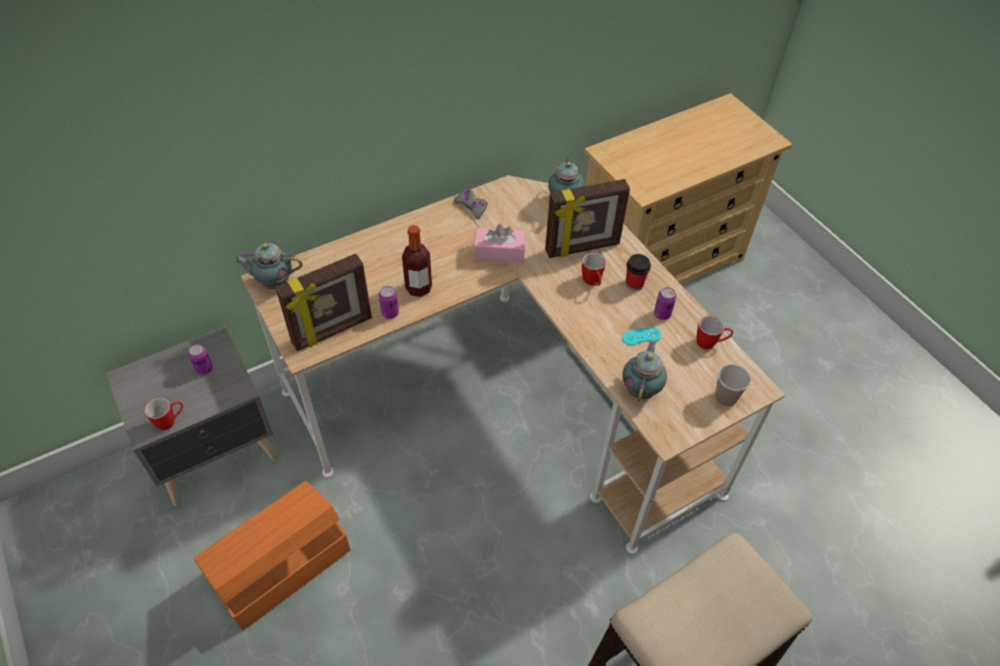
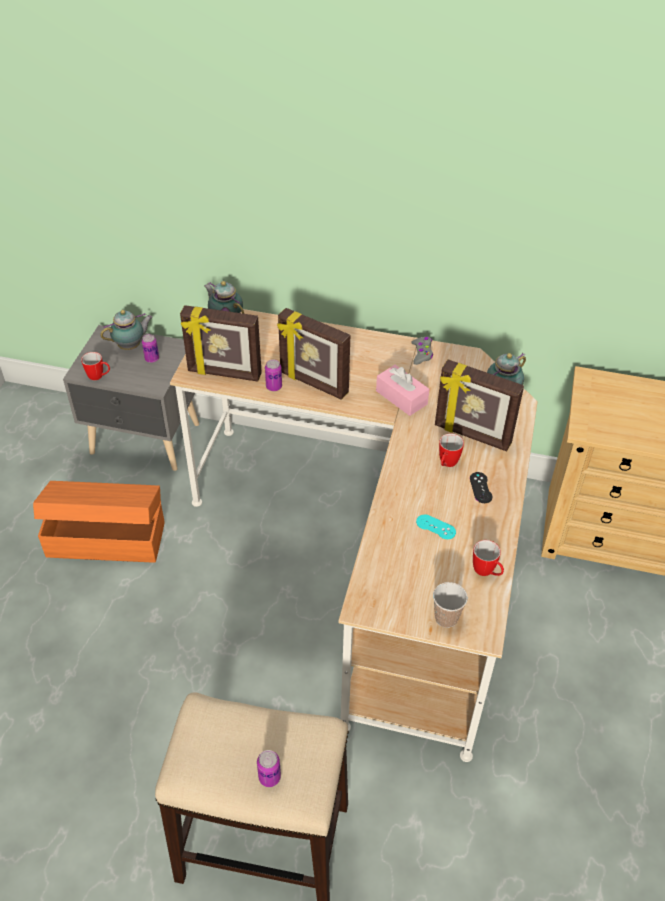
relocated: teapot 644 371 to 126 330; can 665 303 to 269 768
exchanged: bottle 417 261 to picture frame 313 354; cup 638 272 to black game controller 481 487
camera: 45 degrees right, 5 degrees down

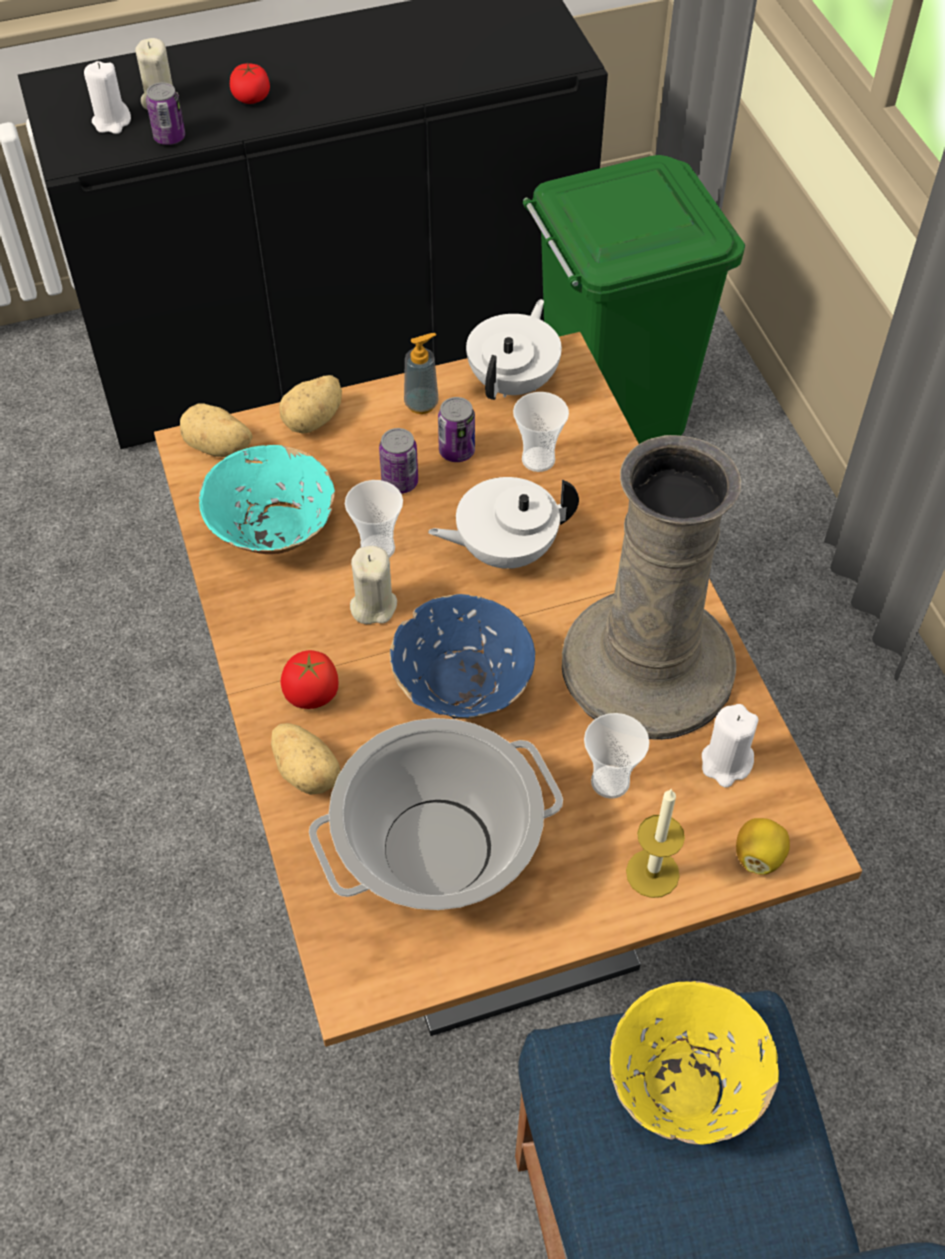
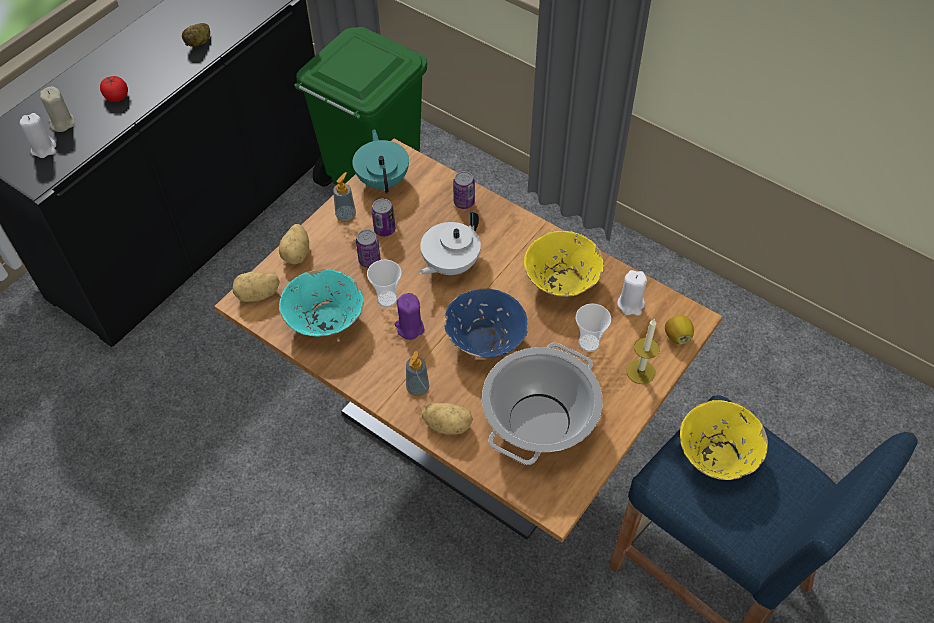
missing: cup 541 432
appeared: potato 196 35
relocated: can 165 113 to 464 190
exchanged: tomato 309 679 to soap dispenser 417 373; beige vase 651 587 to yellow bowl 564 264
colour: beige candle 373 585 to purple candle 410 316; white teapot 514 349 to turquoise teapot 380 162
camera: 35 degrees left, 0 degrees up

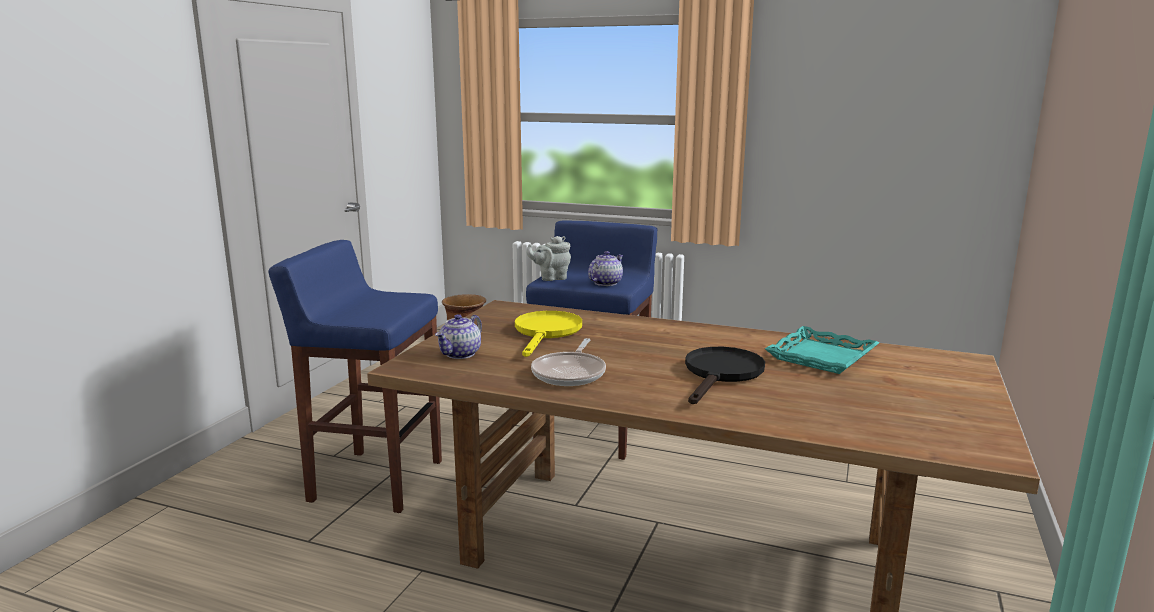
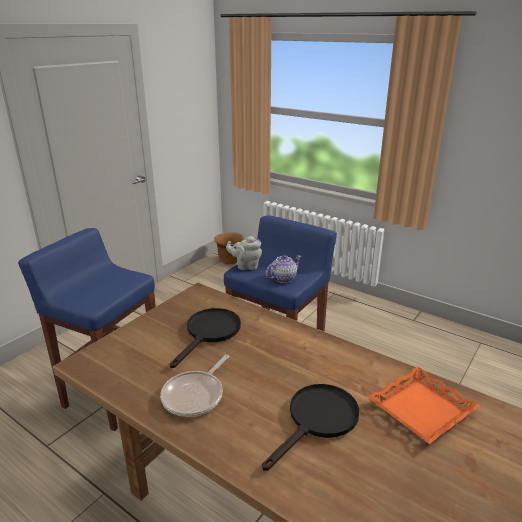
missing: teapot 458 336
colour: yellow frying pan 548 334 to black frying pan 205 338; turquoise tray 822 350 to orange tray 424 405
camera: 15 degrees right, 10 degrees up

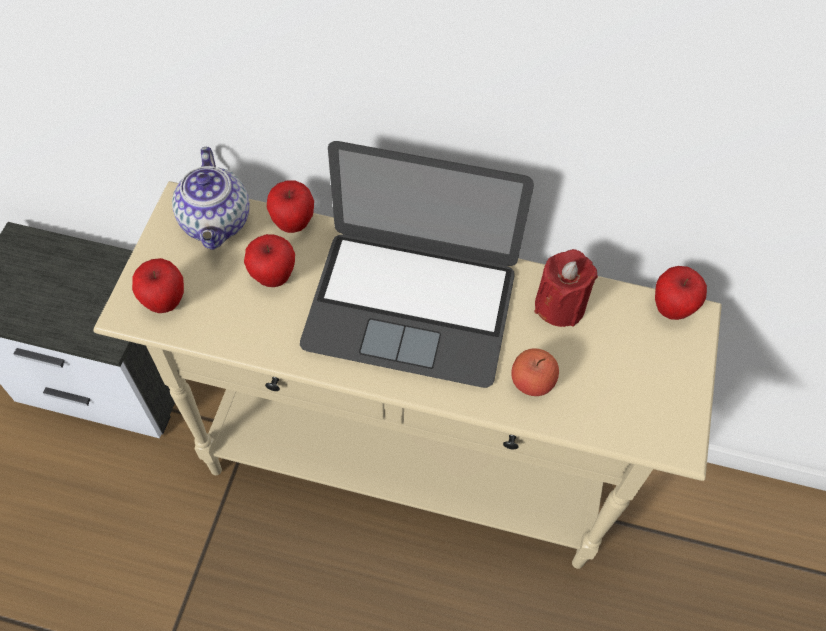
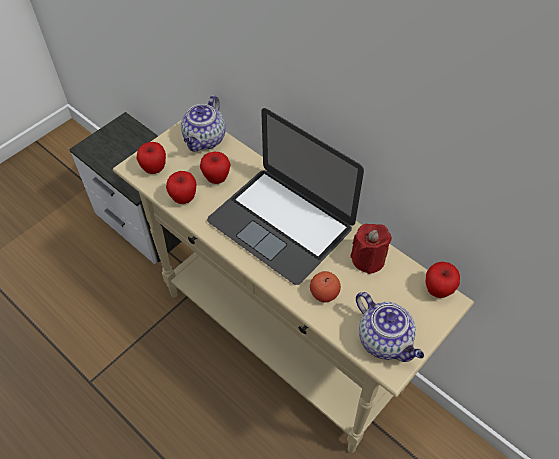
appeared: teapot 390 327
relocated: apple 290 207 to 181 187
camera: 30 degrees right, 5 degrees down

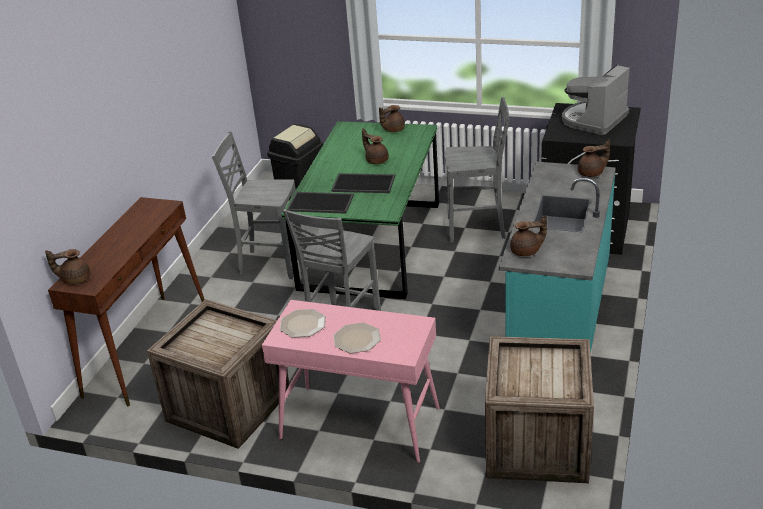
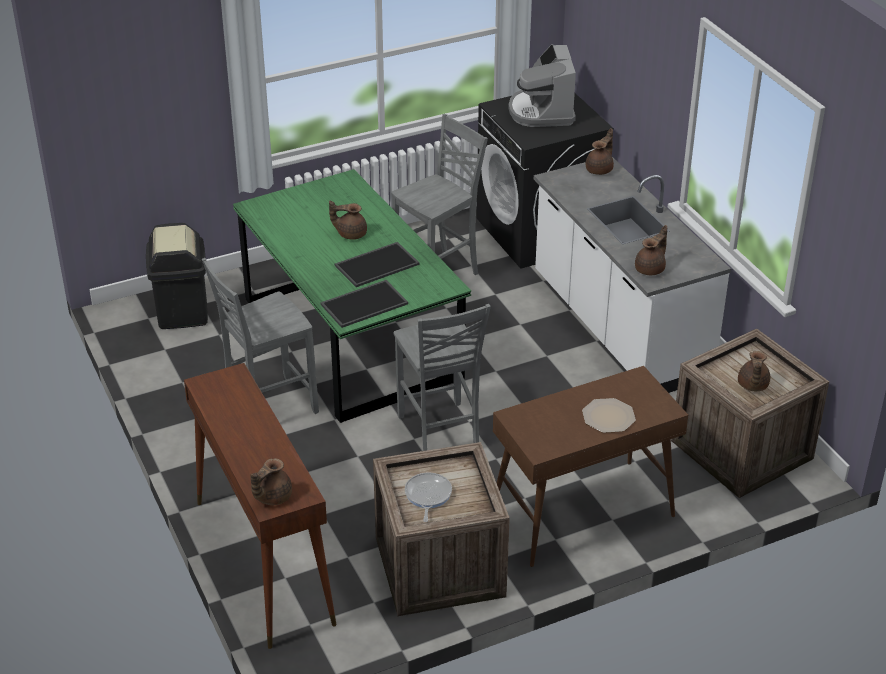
missing: plate 303 323
appeared: frying pan 428 497
relocated: brown teapot 392 118 to 754 371
colour: pink console table 351 381 to brown console table 590 466; turquoise counter 557 257 to white counter 632 275
camera: 45 degrees left, 5 degrees up

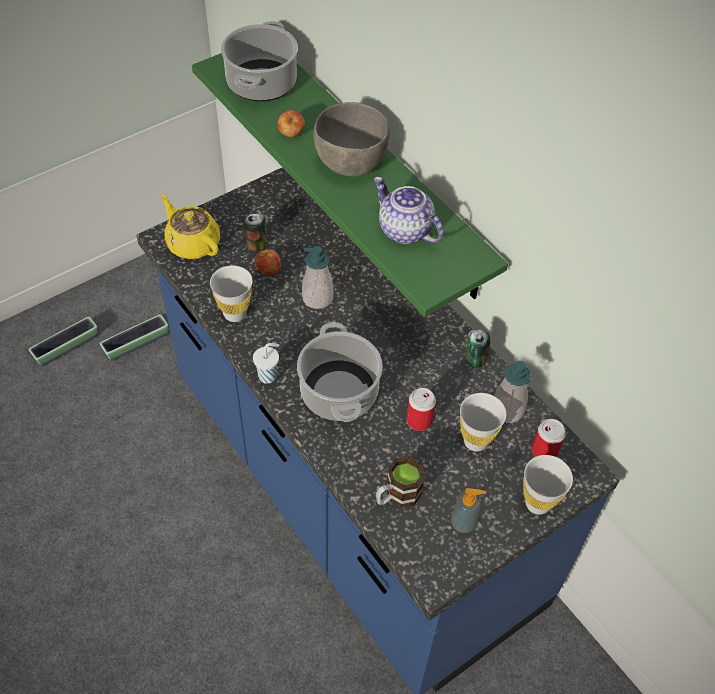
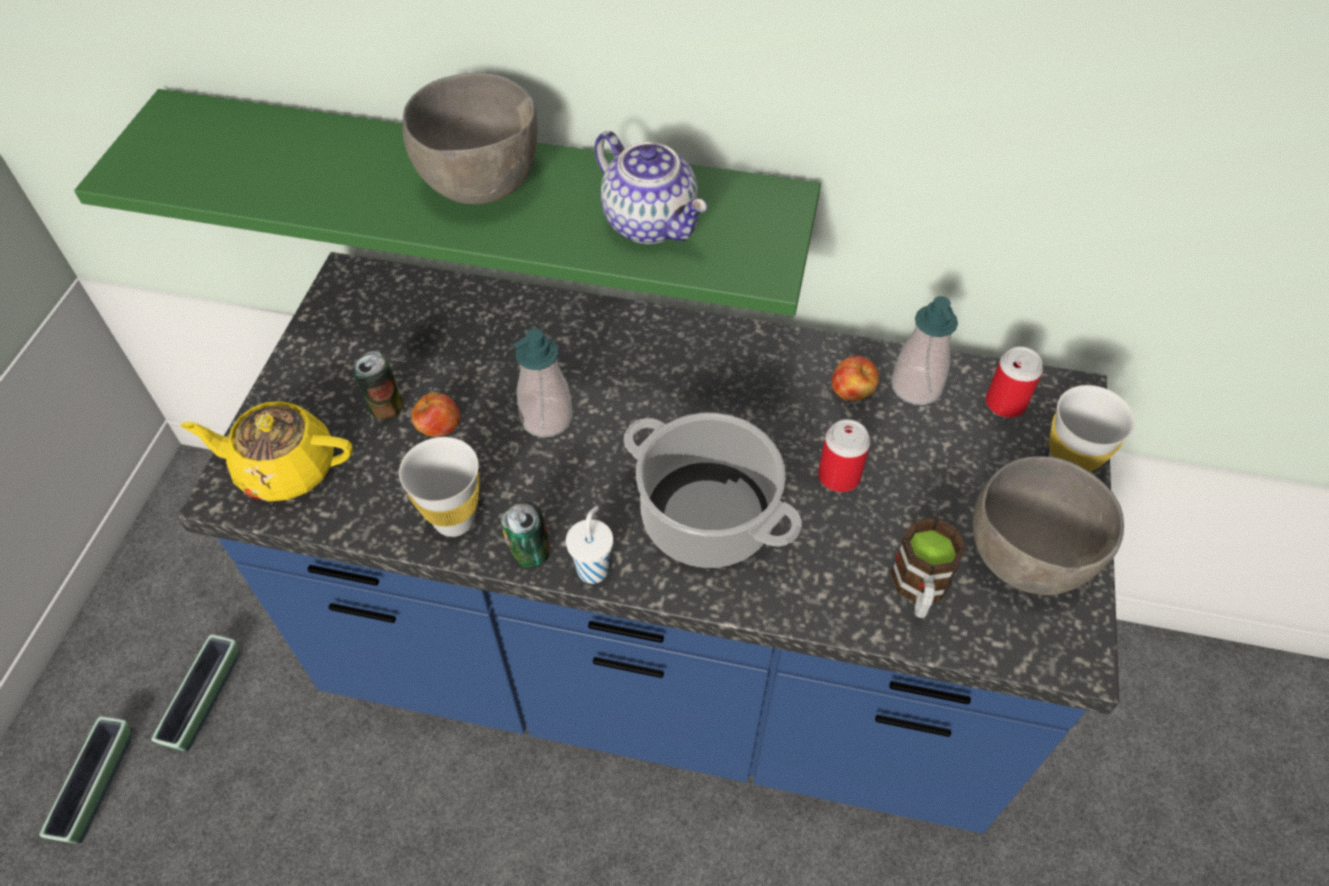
missing: cooking pot 259 61; white cup 483 422
relocated: apple 291 123 to 855 378; can 478 348 to 525 535
exchanged: soap dispenser 468 510 to grey bowl 1048 525
spun: teapot 409 210 = 650 187 135 degrees counterclockwise
camera: 40 degrees left, 0 degrees up

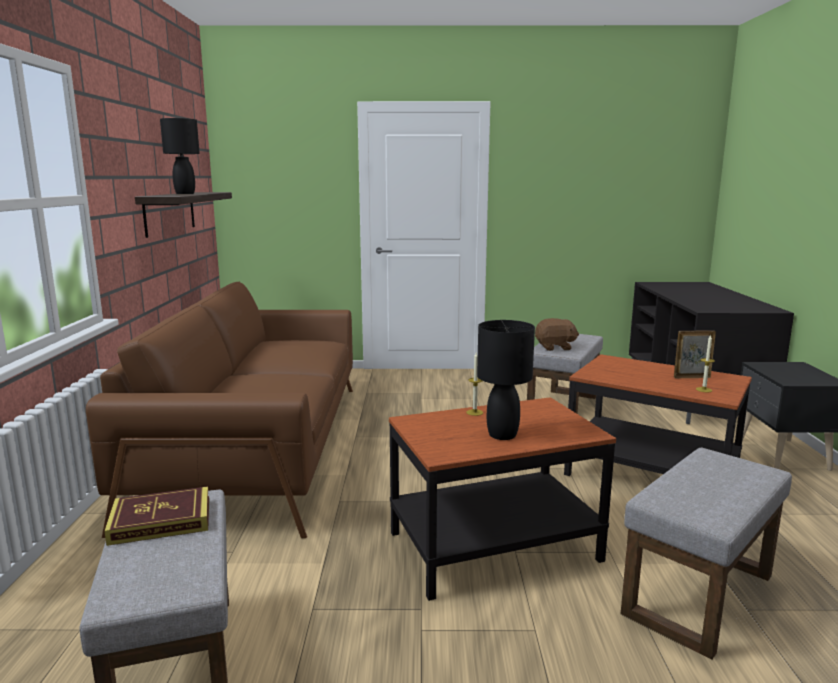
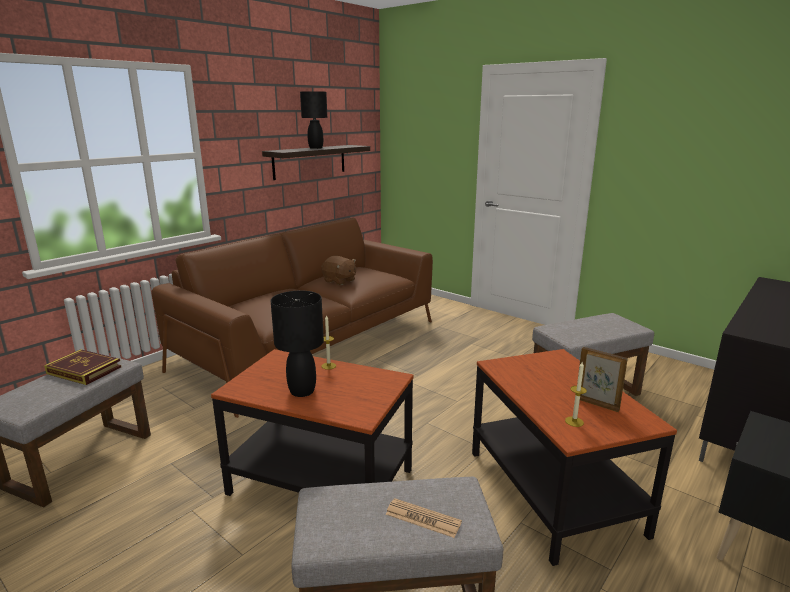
appeared: newspaper 423 518
relocated: brown plush toy 557 334 to 338 270
camera: 40 degrees right, 5 degrees up

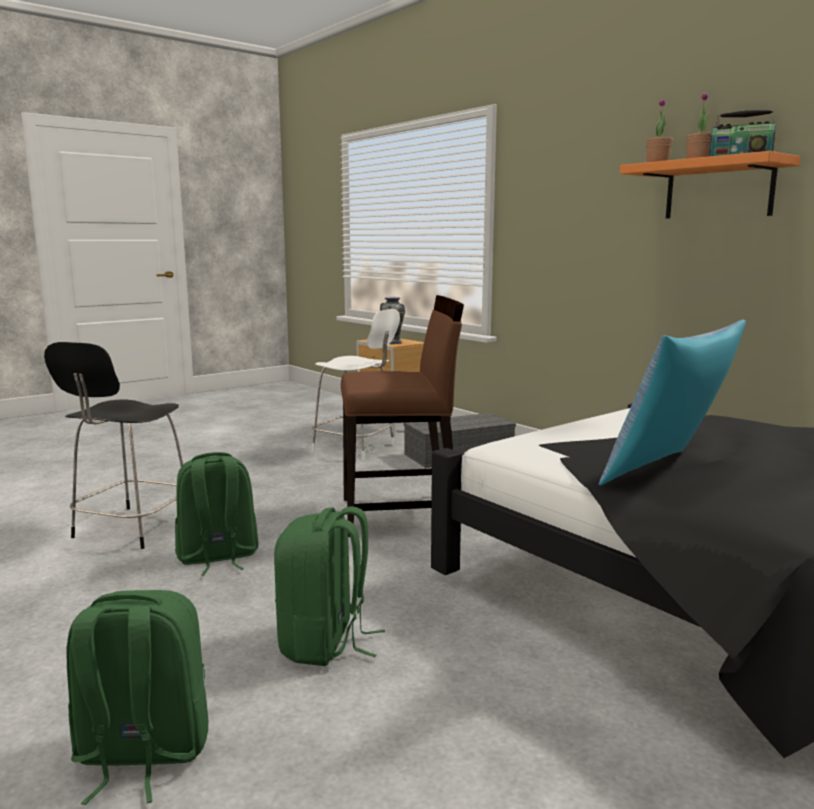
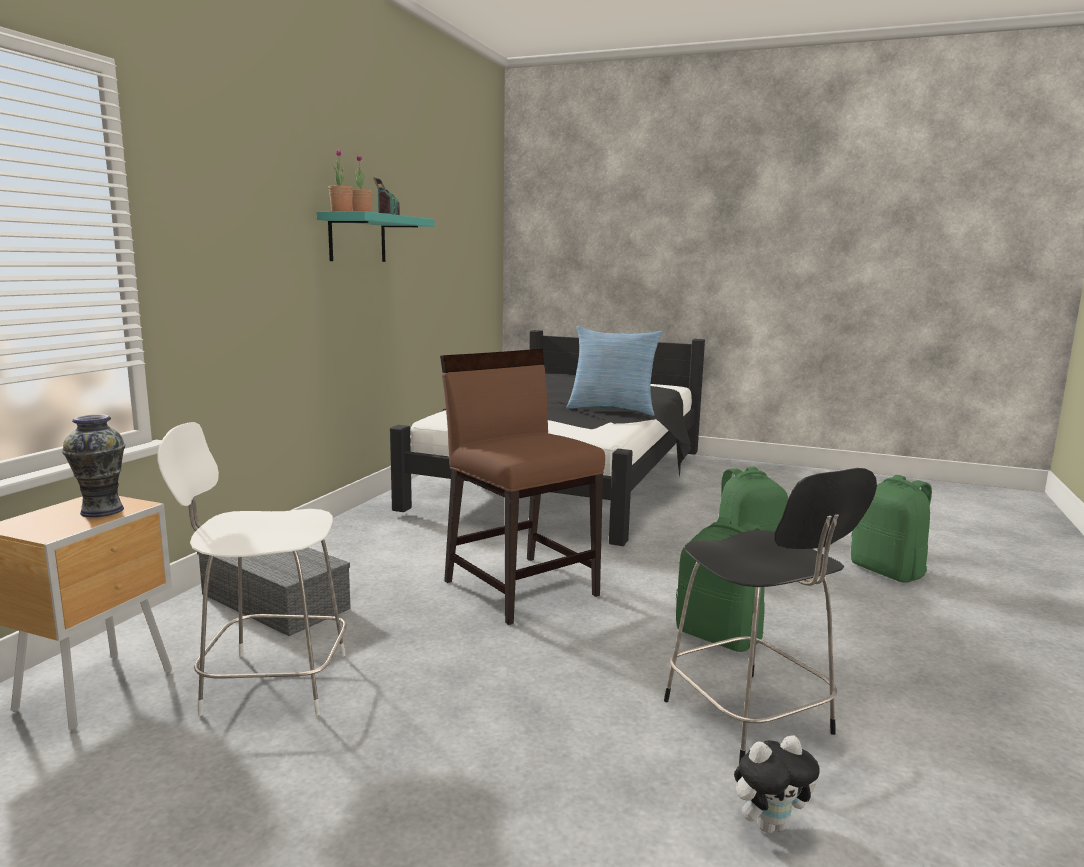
appeared: plush toy 777 784
colour: orange shelf 710 185 to turquoise shelf 376 236
spun: black chair 113 445 = 770 615 75 degrees clockwise; white chair 356 384 = 251 569 90 degrees counterclockwise
camera: 120 degrees left, 0 degrees up

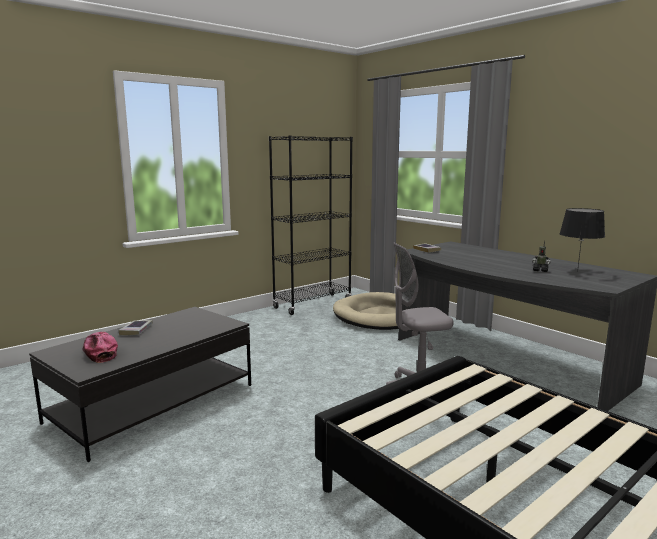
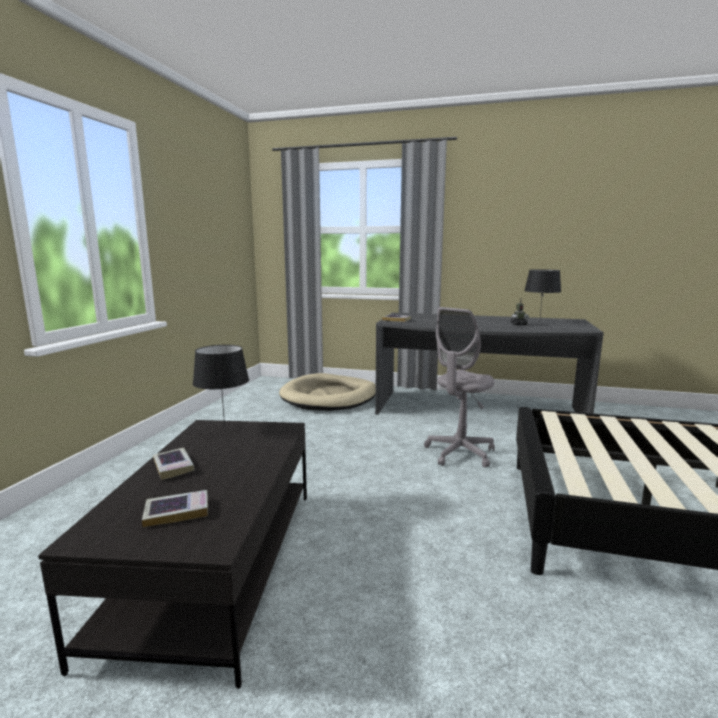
missing: black bookcase 311 225
appeared: black table lamp 221 386
exchanged: cap 100 347 to book 175 508
camera: 35 degrees left, 0 degrees up

